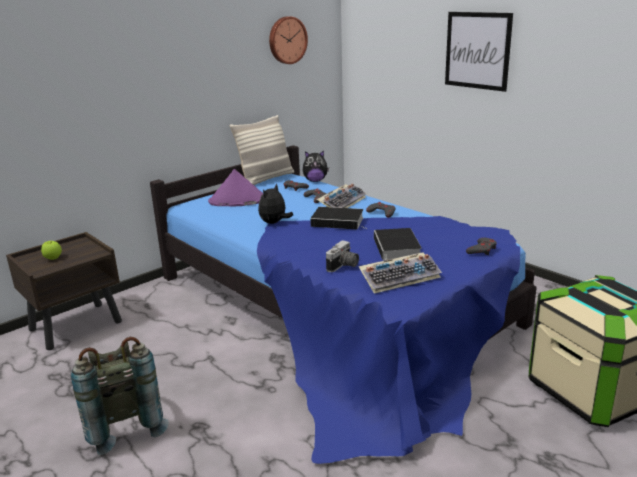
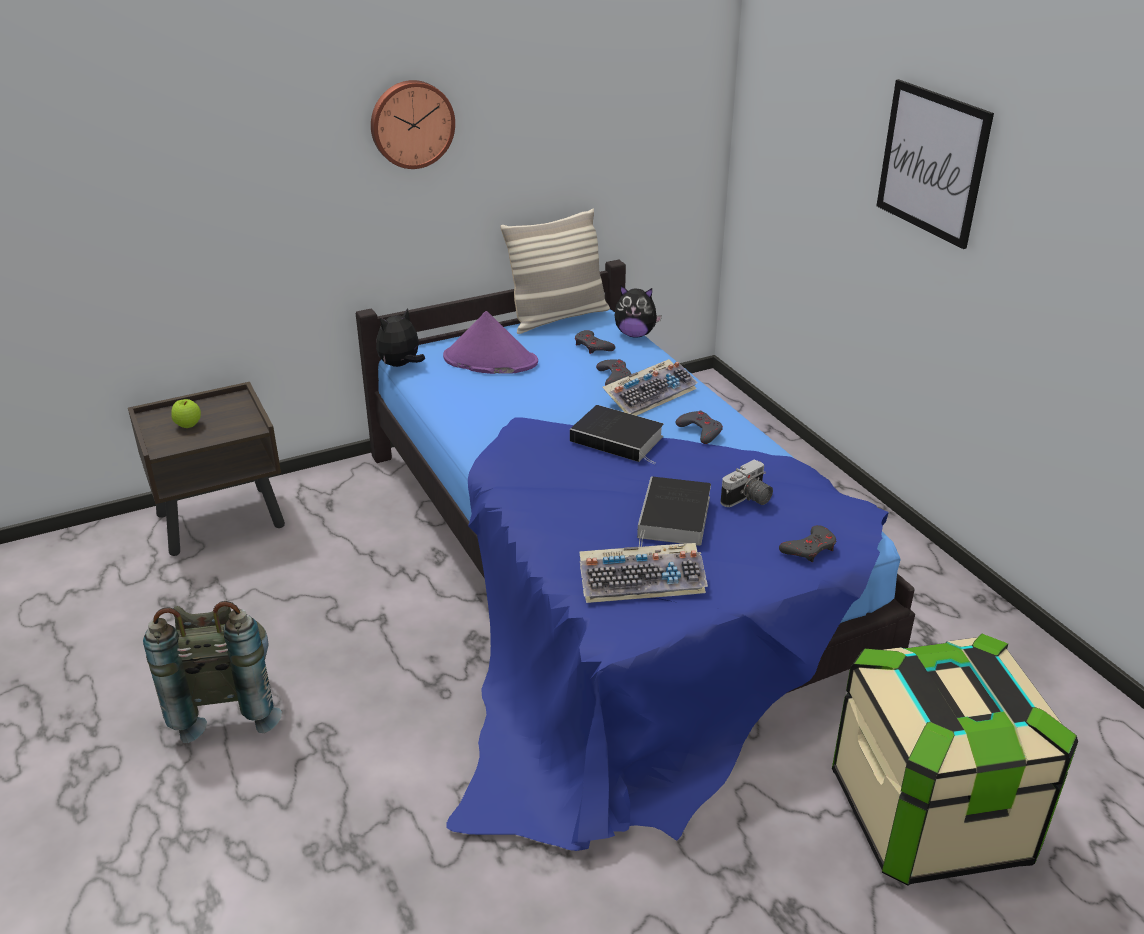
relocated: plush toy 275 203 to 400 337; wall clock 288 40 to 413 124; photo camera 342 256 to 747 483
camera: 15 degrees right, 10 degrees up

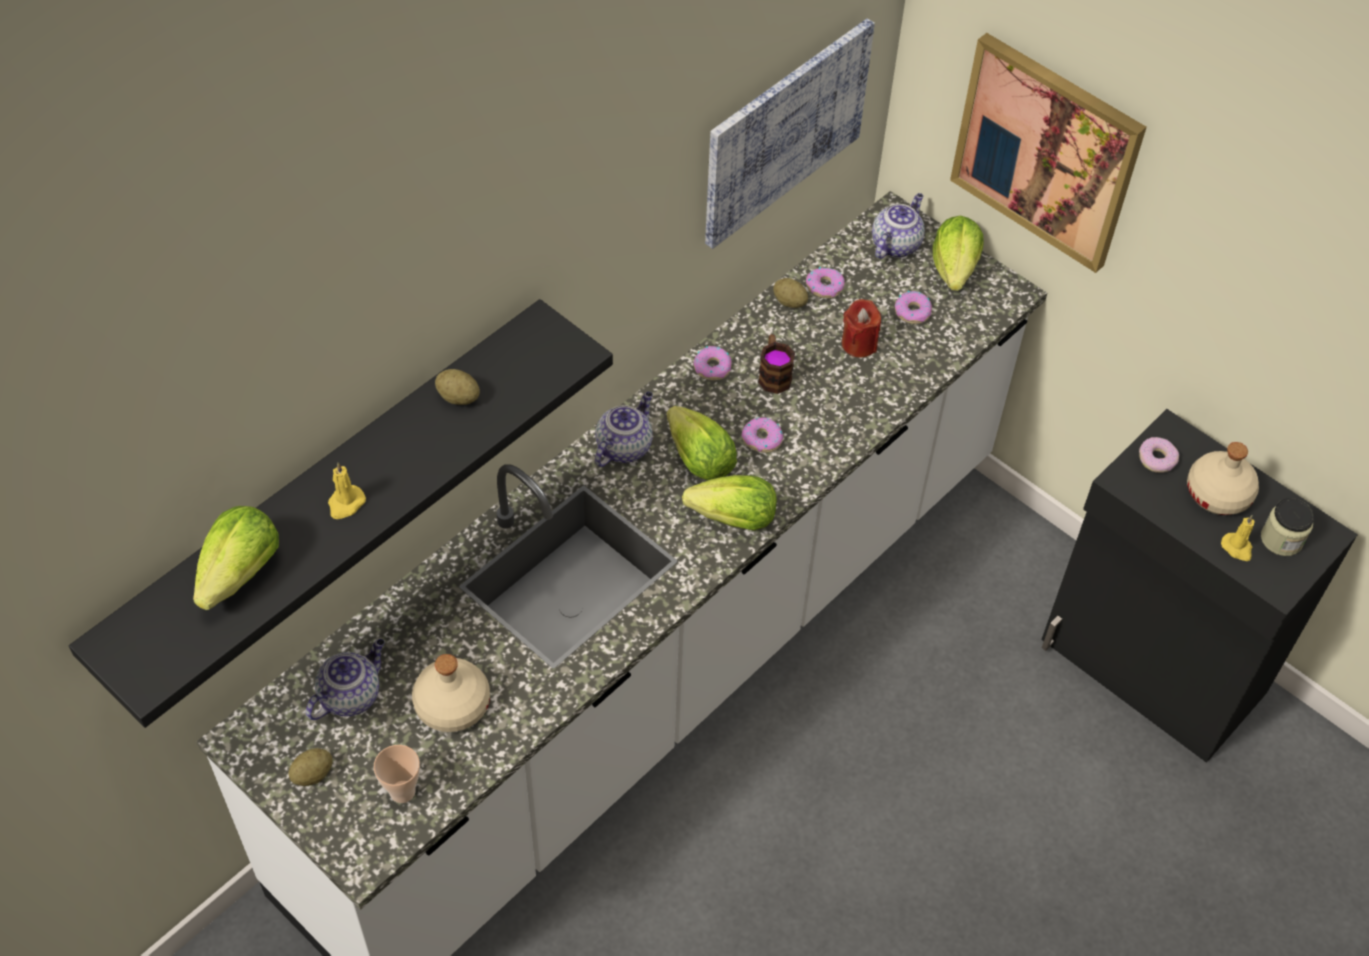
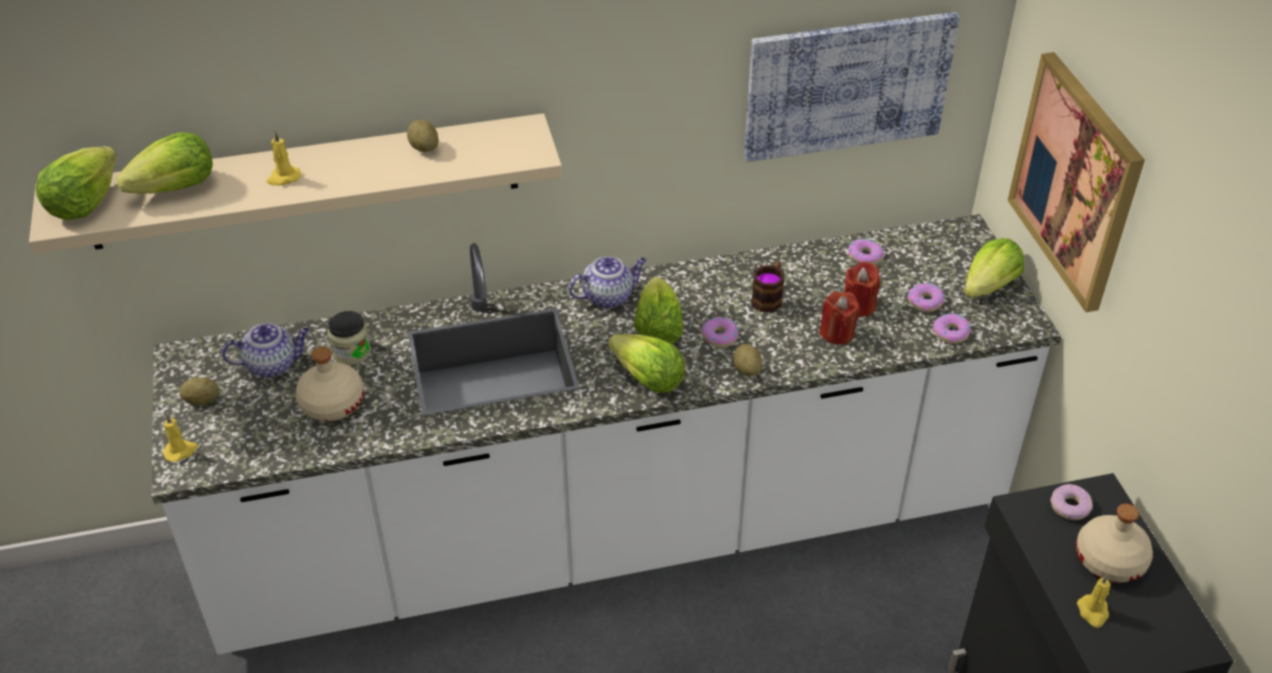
missing: cup 397 774; teapot 898 226
appeared: lettuce 76 183; yellow candle 180 438; red candle 839 318
relocated: donut 713 363 to 952 328; potato 790 293 to 747 360; jar 1287 527 to 349 338
colour: black shelf 341 513 to beige shelf 295 183
camera: 35 degrees right, 10 degrees down

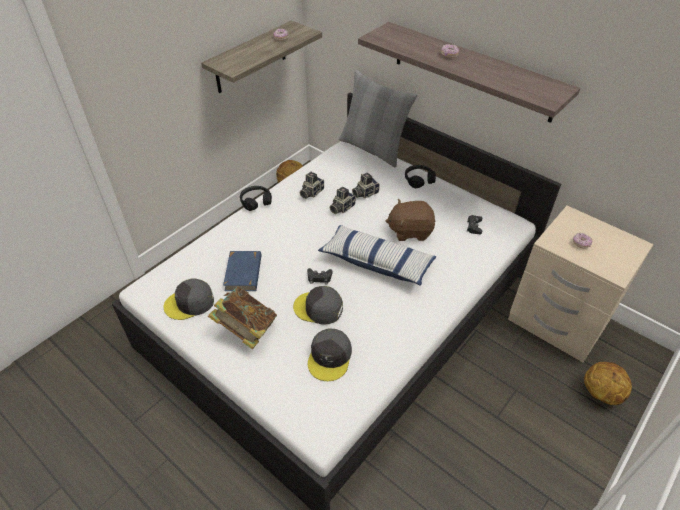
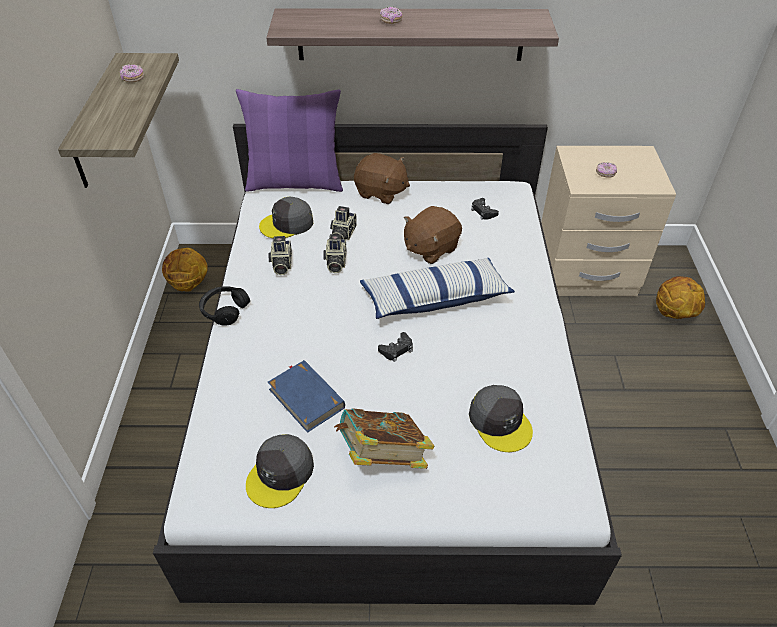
relocated: grey cap 318 305 to 286 218
exchanged: black headphones 420 176 to brown plush toy 382 178
colour: grey pillow 378 118 to purple pillow 289 140
camera: 40 degrees left, 0 degrees up

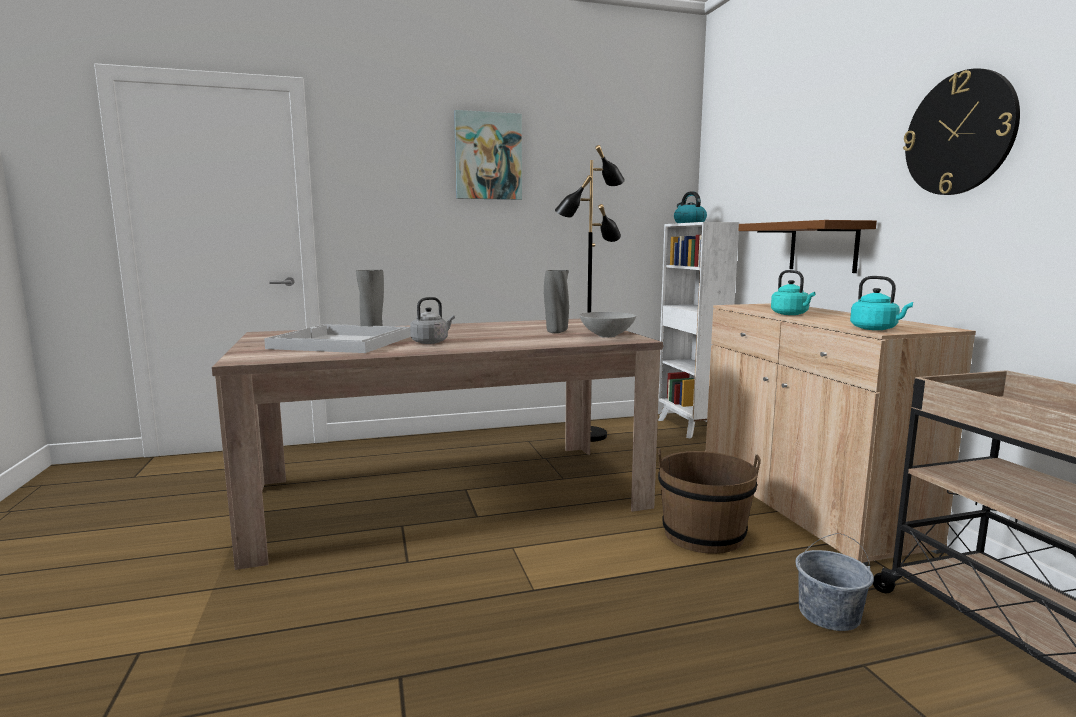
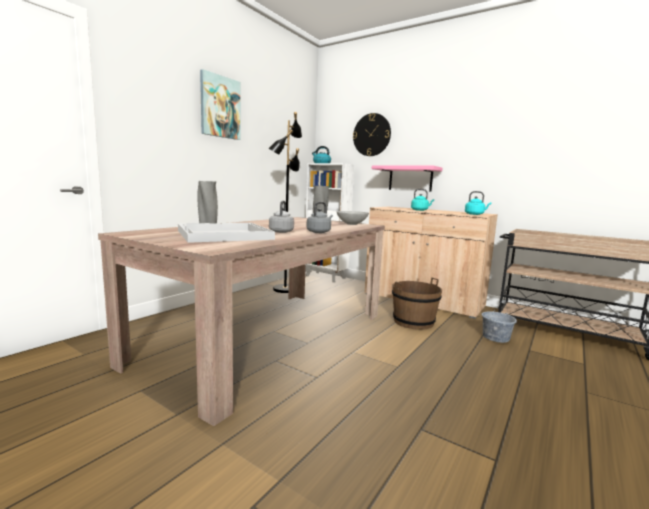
appeared: grey kettle 319 217
relocated: wall clock 961 131 to 372 134
colour: brown shelf 807 246 to pink shelf 407 178
camera: 40 degrees left, 0 degrees up

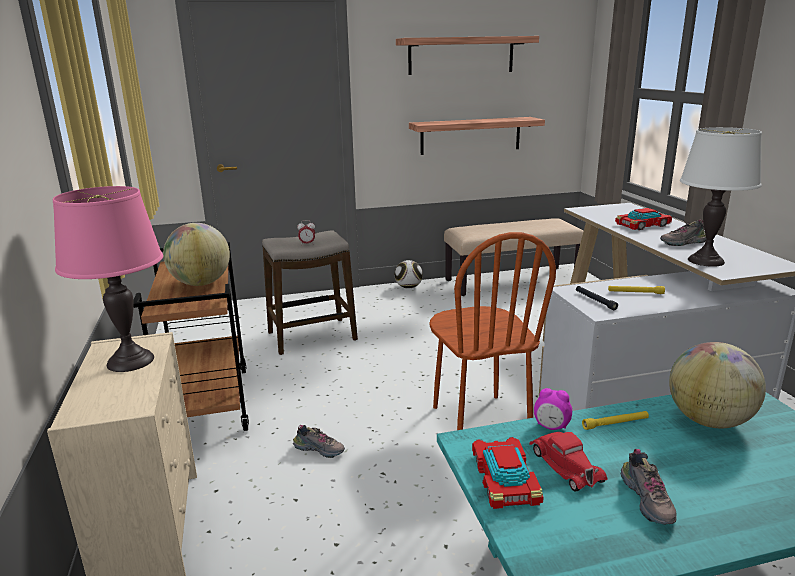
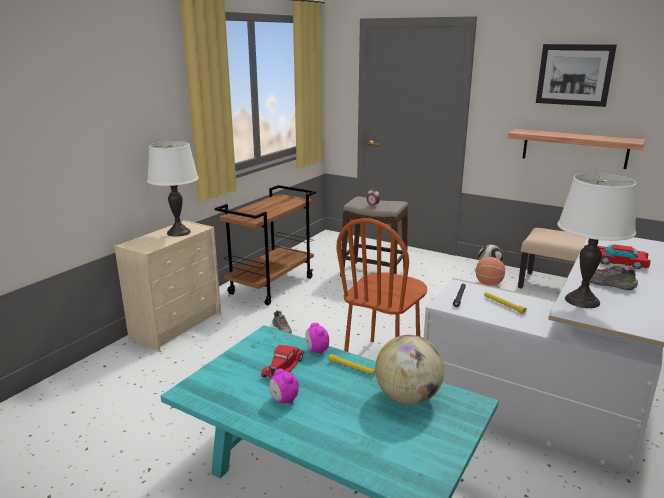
missing: globe 196 254; toy car 508 473
appeared: basketball 490 271
exchanged: shelf 467 55 to picture 576 75; shoe 648 487 to alarm clock 284 386
colour: pink table lamp 108 279 to white table lamp 173 189
camera: 45 degrees right, 0 degrees up

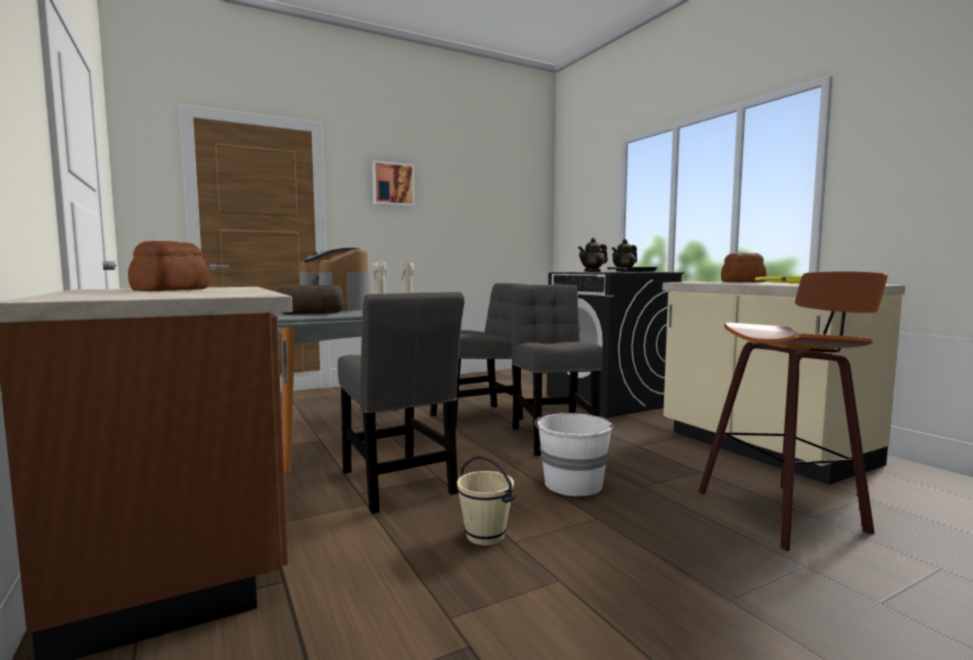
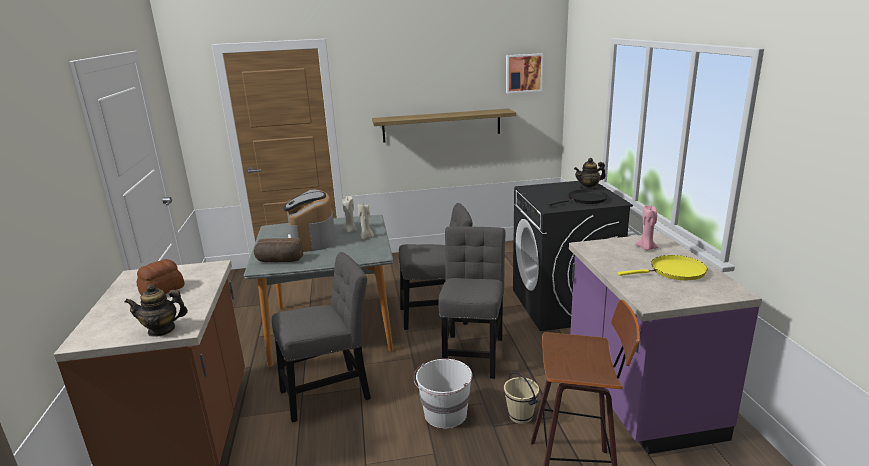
appeared: shelf 444 126
relocated: picture 393 183 to 524 73; beige bucket 486 500 to 521 398; teapot 593 255 to 156 310
exchanged: bread 744 267 to pink candle 646 228
colour: beige counter 783 383 to purple counter 665 343
spun: grey chair 401 403 = 321 337 105 degrees counterclockwise
camera: 20 degrees right, 15 degrees up

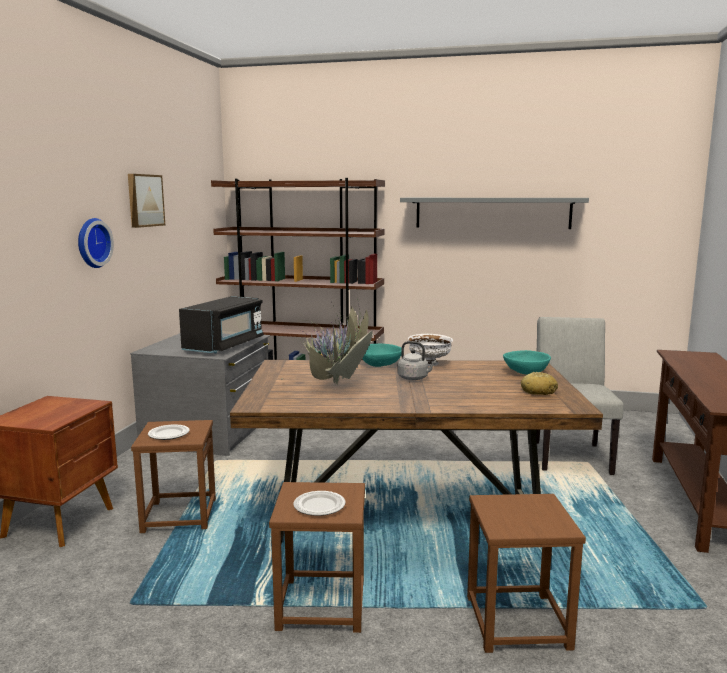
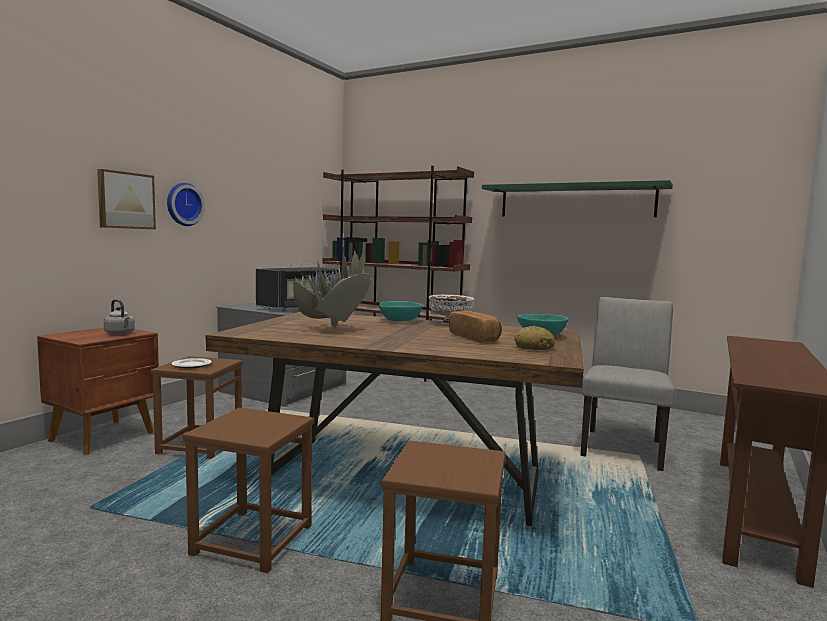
missing: plate 319 503
appeared: bread 475 327
relocated: picture 146 201 to 126 199; grey kettle 417 360 to 119 317
colour: grey shelf 494 213 to green shelf 577 198
camera: 15 degrees right, 5 degrees down

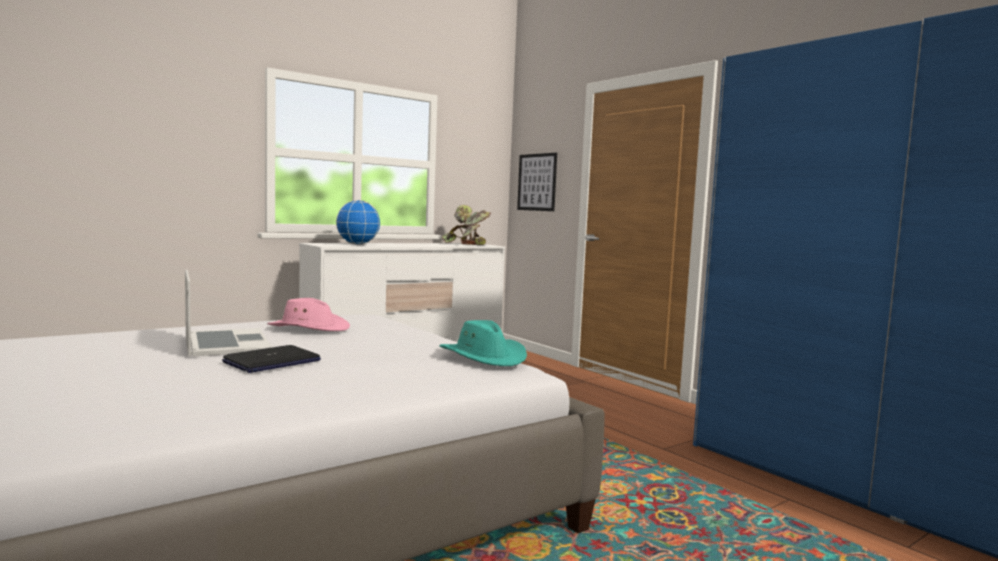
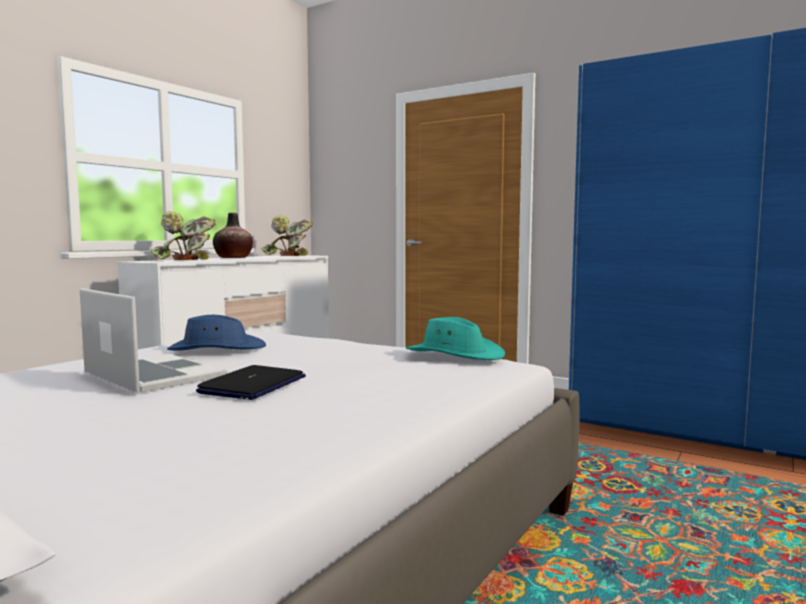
missing: picture 537 182
appeared: vase 233 235
exchanged: globe 358 222 to potted plant 183 235
colour: pink hat 308 314 to blue hat 216 333
camera: 20 degrees left, 0 degrees up

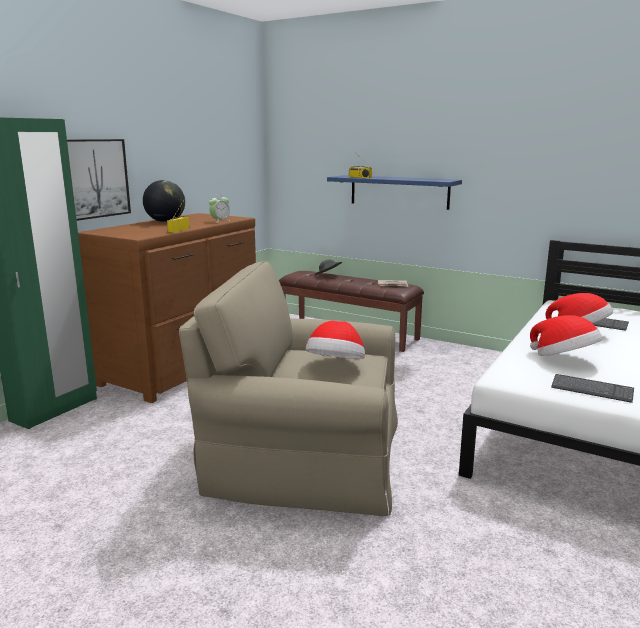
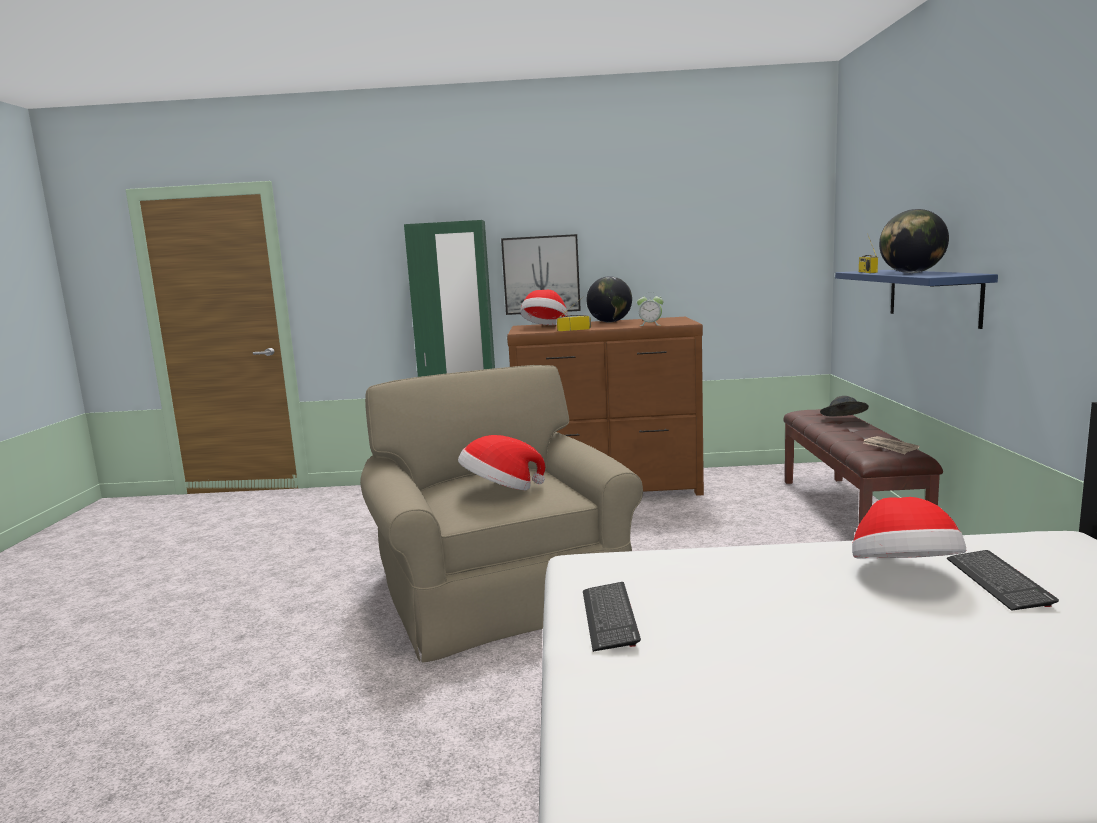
appeared: globe 914 241
relocated: hat 566 335 to 544 307
camera: 60 degrees right, 5 degrees down

